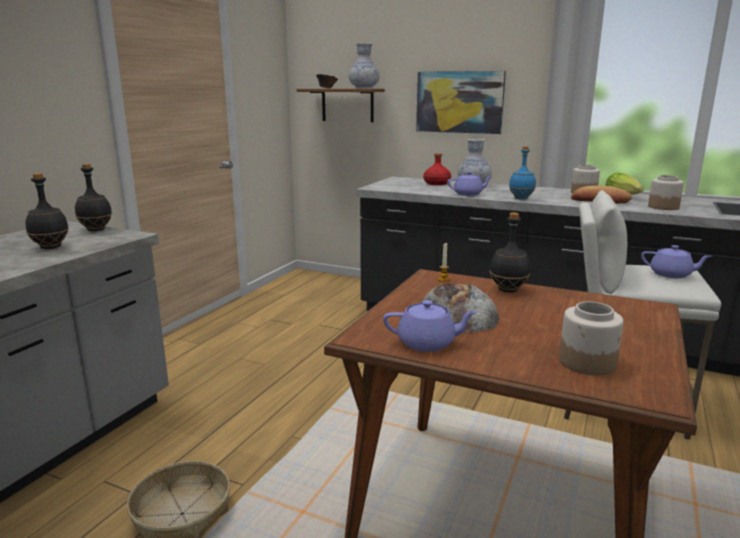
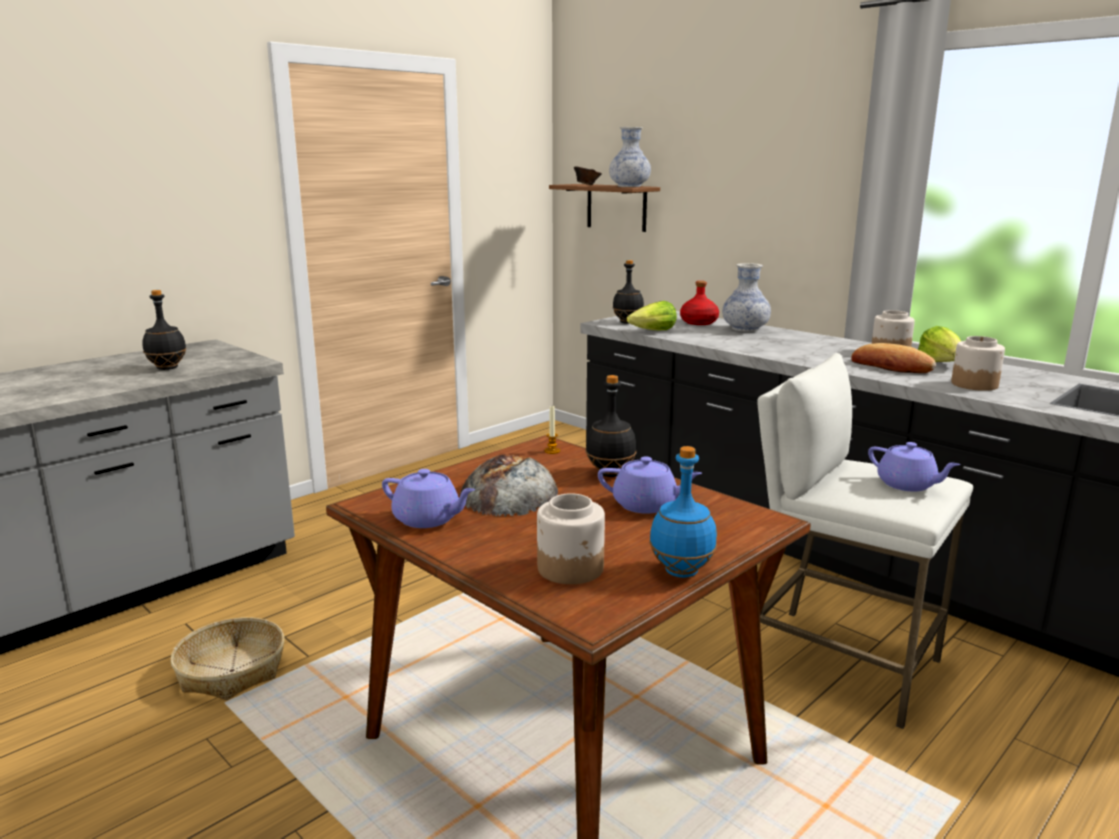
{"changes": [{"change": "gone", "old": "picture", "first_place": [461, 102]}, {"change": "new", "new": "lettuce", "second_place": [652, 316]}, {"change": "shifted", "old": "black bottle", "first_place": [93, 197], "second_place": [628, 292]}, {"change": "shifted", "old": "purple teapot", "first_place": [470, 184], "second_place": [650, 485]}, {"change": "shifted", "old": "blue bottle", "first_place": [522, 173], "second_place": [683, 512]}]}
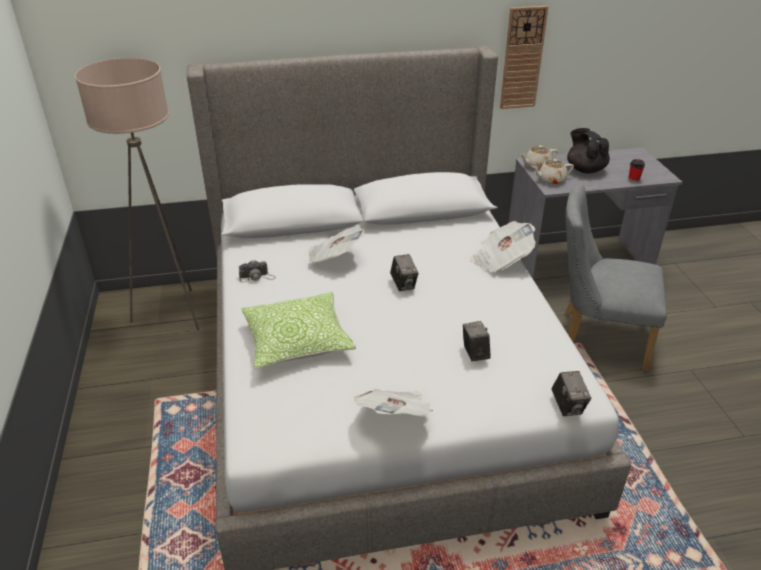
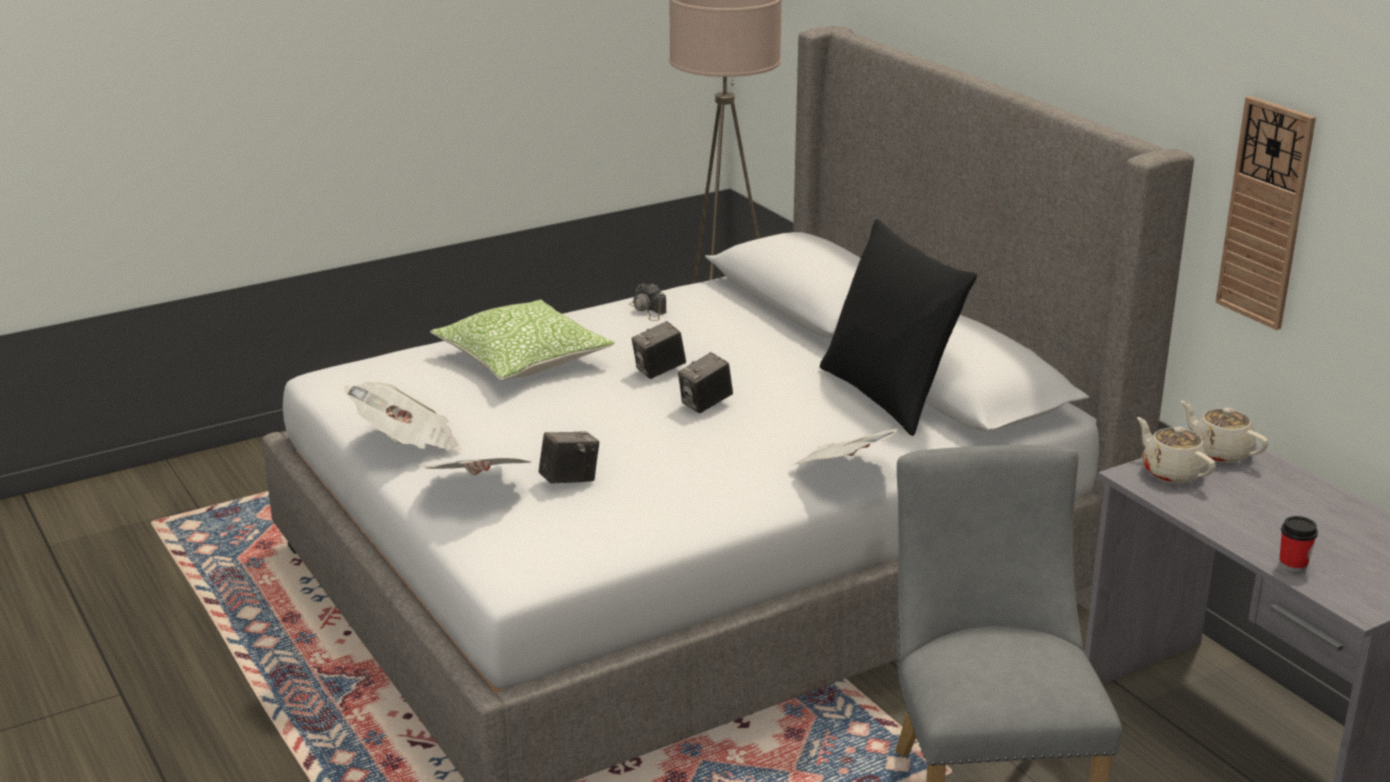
{"changes": [{"change": "gone", "old": "black teapot", "first_place": [588, 150]}, {"change": "new", "new": "black pillow", "second_place": [898, 327]}, {"change": "shifted", "old": "newspaper", "first_place": [336, 245], "second_place": [474, 466]}, {"change": "shifted", "old": "photo camera", "first_place": [571, 393], "second_place": [658, 350]}]}
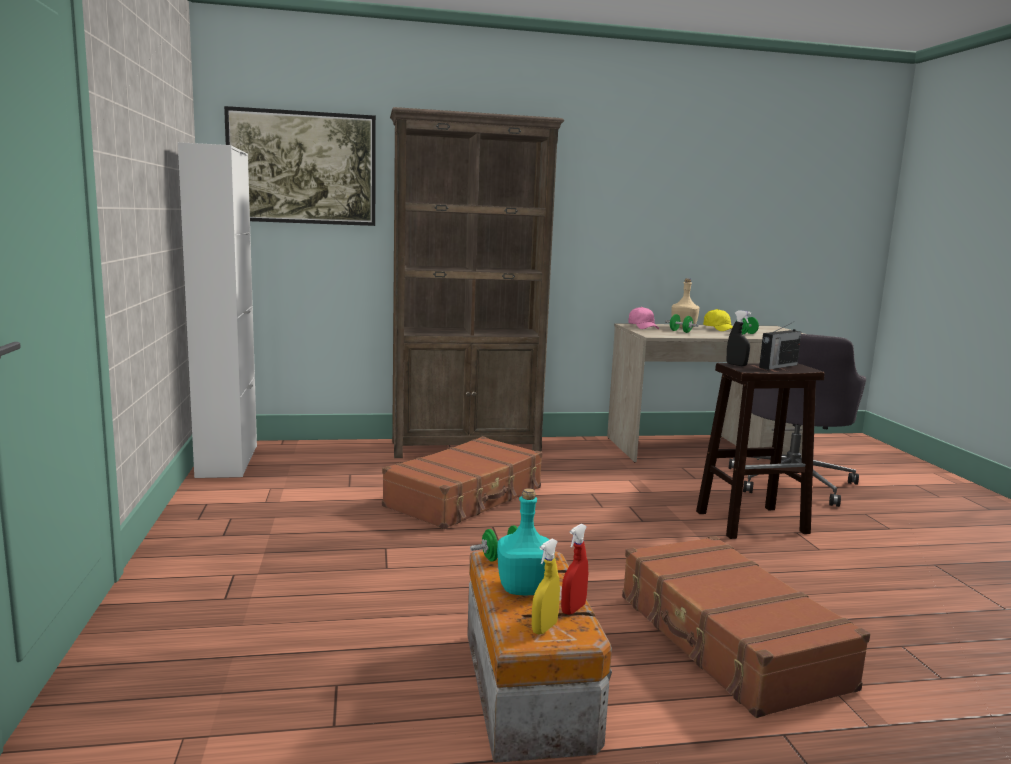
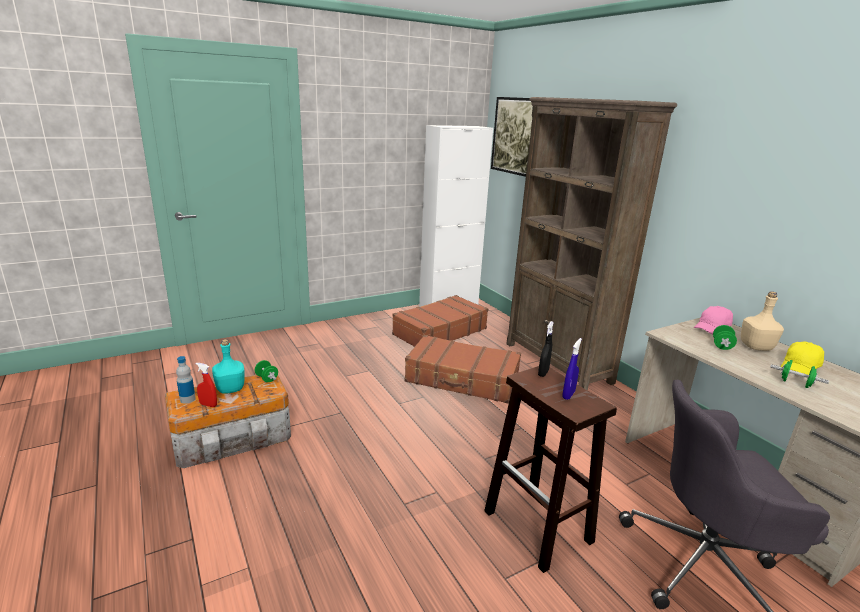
{"changes": [{"change": "shifted", "old": "brown suitcase", "first_place": [746, 627], "second_place": [440, 321]}, {"change": "swapped", "old": "yellow spray bottle", "new": "bottle", "first_place": [546, 587], "second_place": [186, 380]}, {"change": "swapped", "old": "radio", "new": "blue spray bottle", "first_place": [780, 345], "second_place": [572, 369]}]}
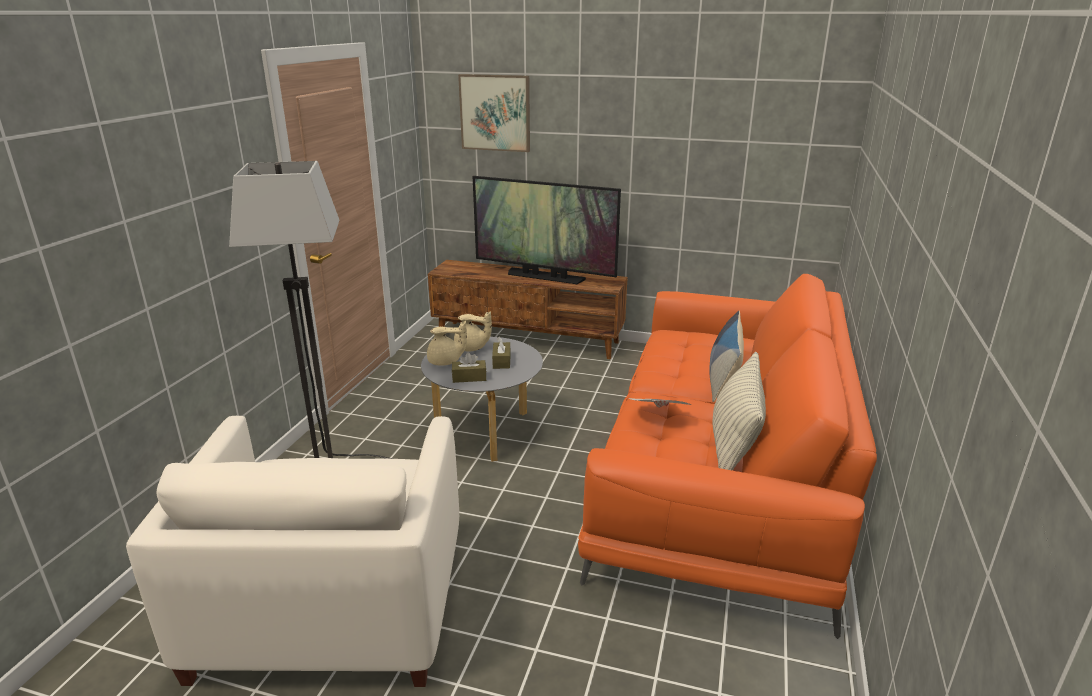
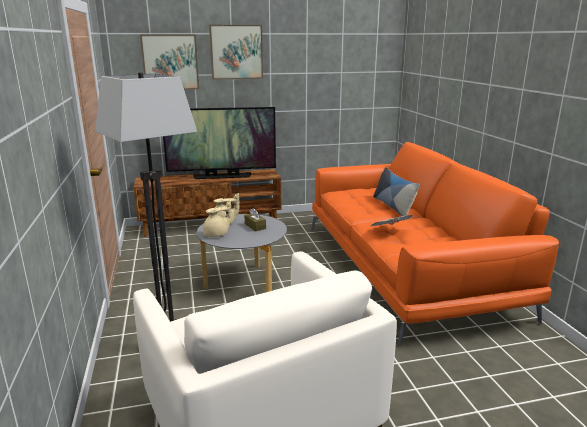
{"changes": [{"change": "gone", "old": "brown tissue box", "first_place": [469, 368]}, {"change": "gone", "old": "pillow", "first_place": [739, 411]}, {"change": "new", "new": "picture", "second_place": [236, 52]}]}
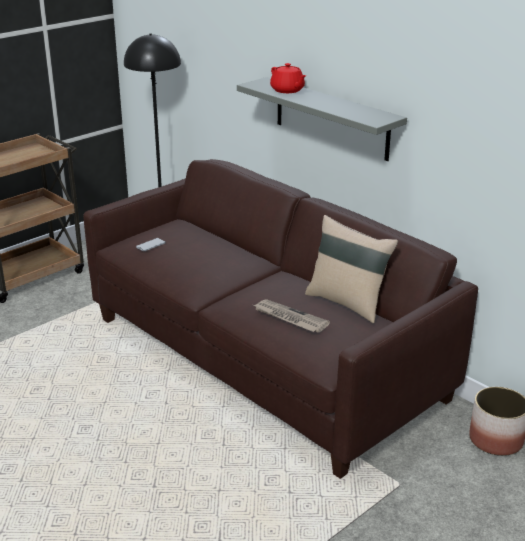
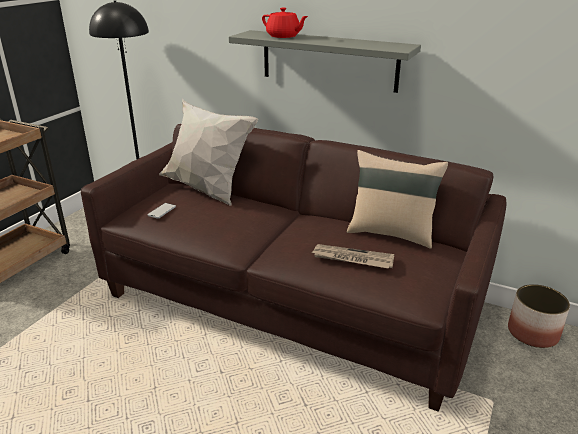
{"changes": [{"change": "new", "new": "white pillow", "second_place": [208, 152]}]}
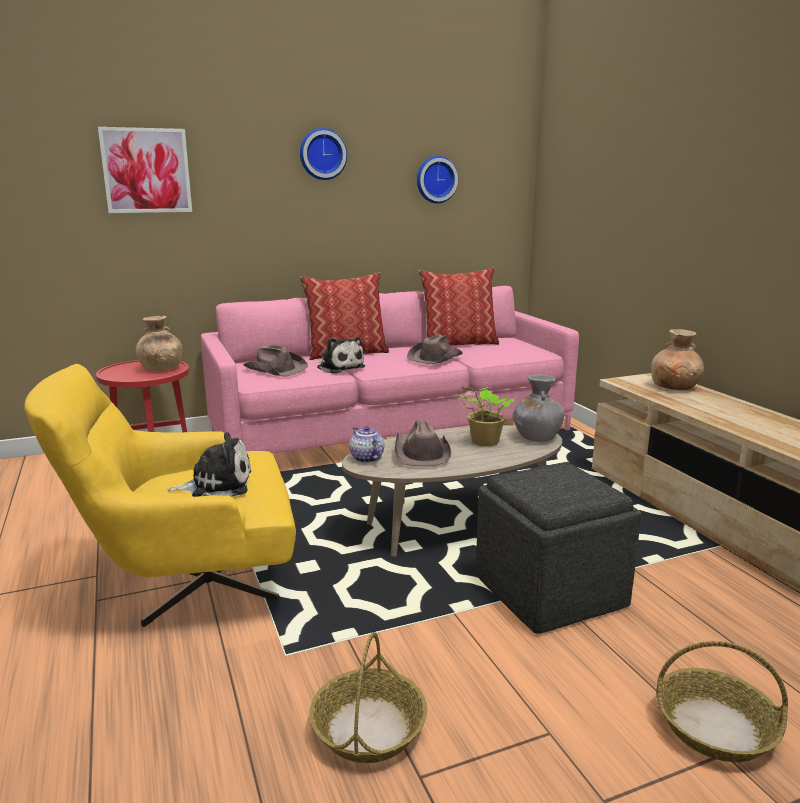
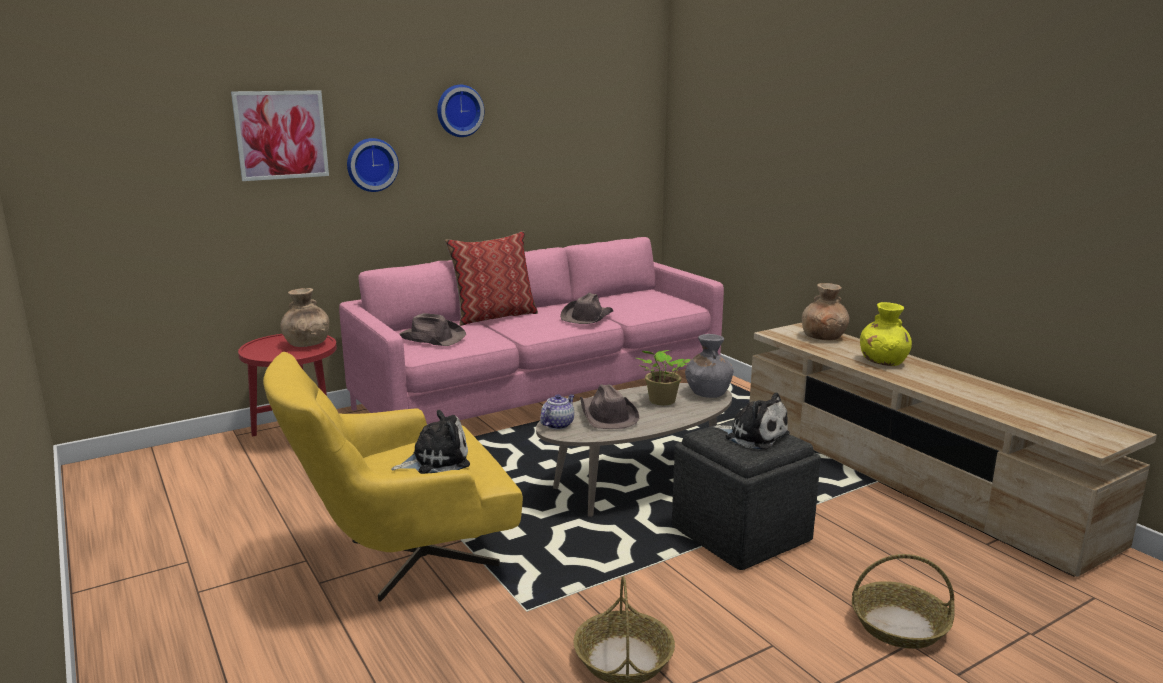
{"changes": [{"change": "gone", "old": "pillow", "first_place": [458, 307]}, {"change": "new", "new": "yellow vase", "second_place": [886, 334]}, {"change": "shifted", "old": "plush toy", "first_place": [341, 355], "second_place": [751, 421]}, {"change": "shifted", "old": "wall clock", "first_place": [437, 180], "second_place": [373, 165]}, {"change": "rotated", "old": "teapot", "first_place": [367, 444], "second_place": [557, 412], "degrees": 75}]}
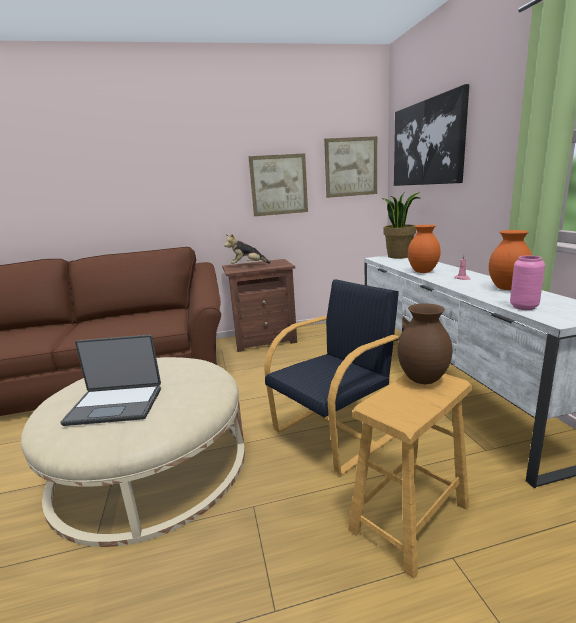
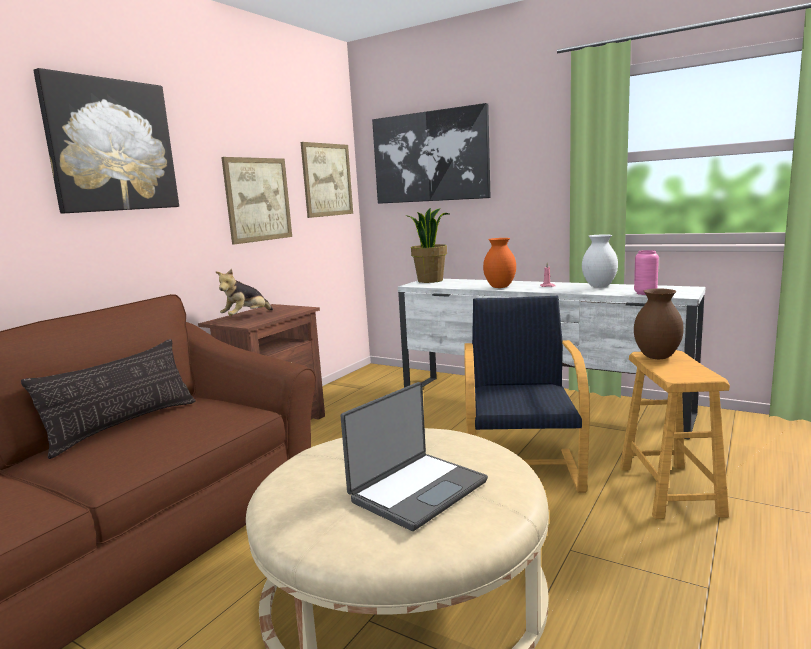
{"changes": [{"change": "new", "new": "pillow", "second_place": [108, 399]}, {"change": "new", "new": "picture", "second_place": [106, 141]}, {"change": "repainted", "old": "orange vase", "new": "white vase", "first_place": [510, 260], "second_place": [600, 260]}]}
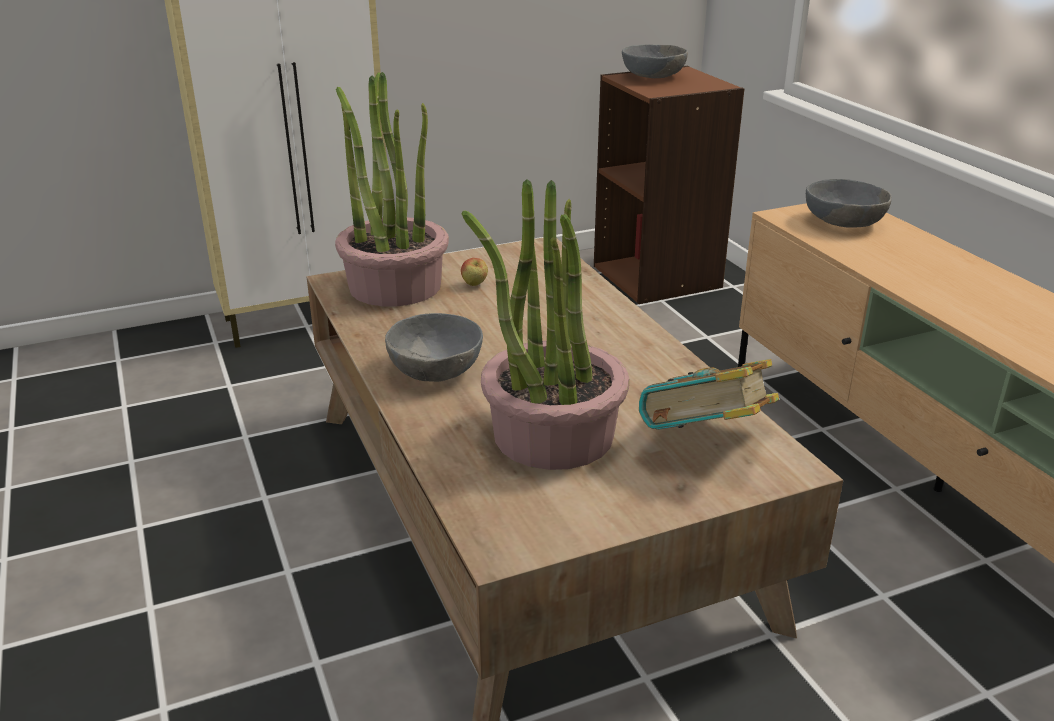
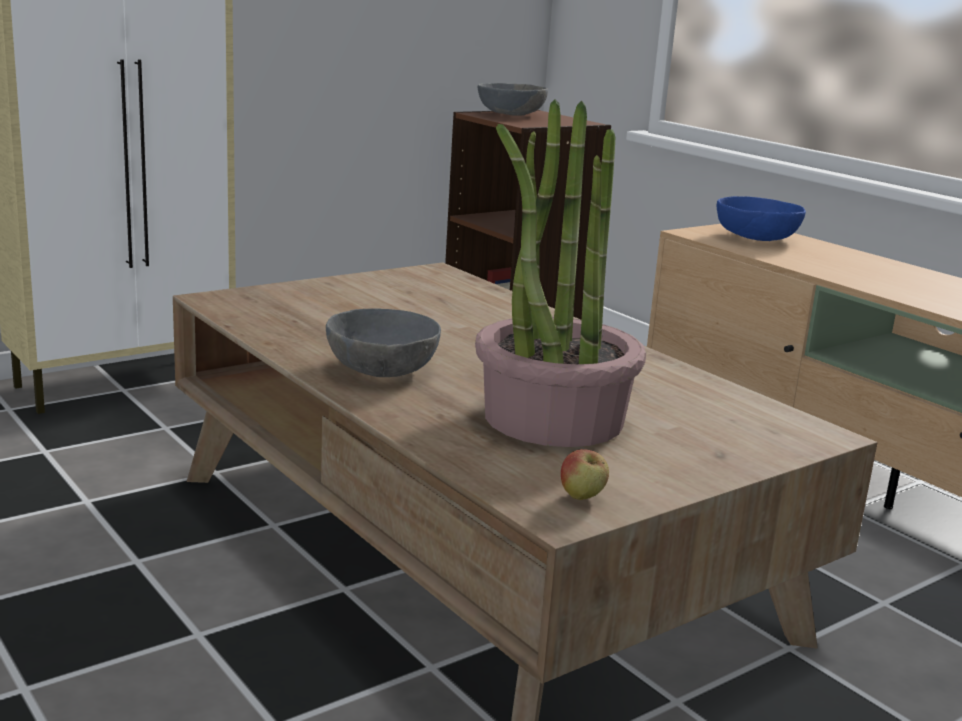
{"changes": [{"change": "gone", "old": "potted plant", "first_place": [392, 189]}, {"change": "gone", "old": "book", "first_place": [709, 394]}, {"change": "shifted", "old": "apple", "first_place": [474, 272], "second_place": [585, 474]}, {"change": "repainted", "old": "grey bowl", "new": "blue bowl", "first_place": [849, 203], "second_place": [761, 218]}]}
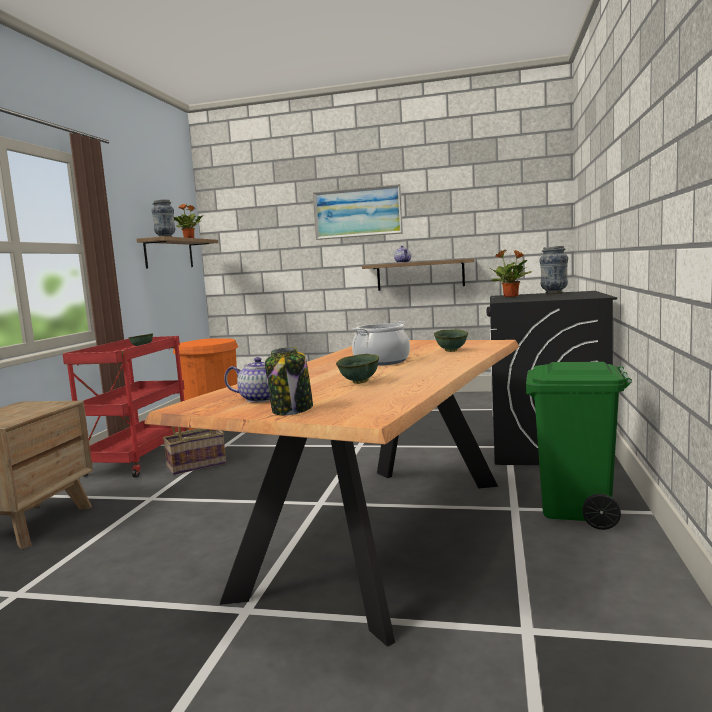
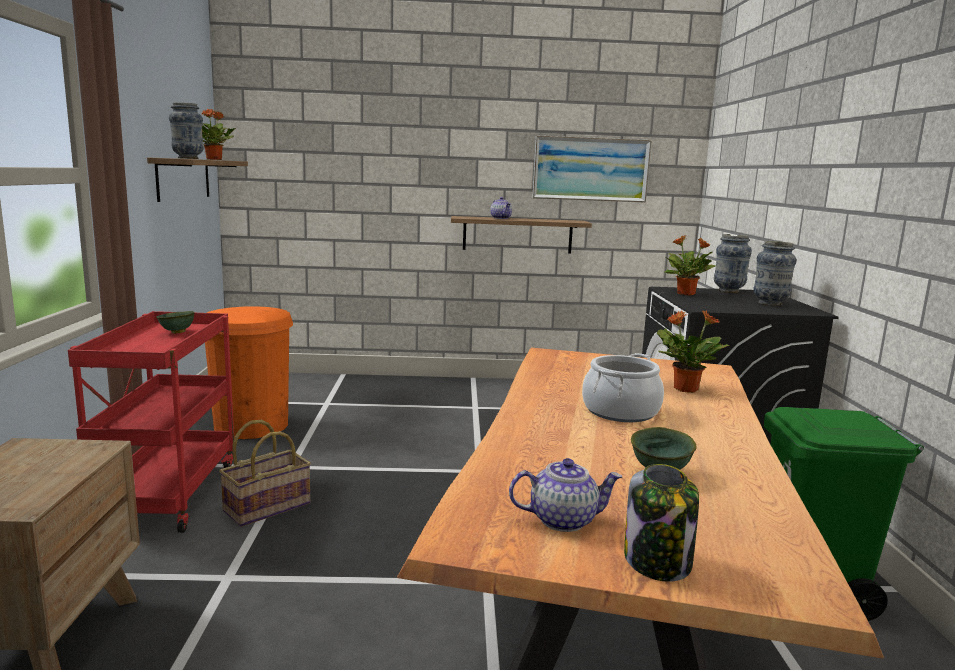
{"changes": [{"change": "new", "new": "vase", "second_place": [775, 273]}, {"change": "shifted", "old": "picture", "first_place": [358, 212], "second_place": [592, 169]}, {"change": "swapped", "old": "green bowl", "new": "potted plant", "first_place": [451, 340], "second_place": [693, 351]}]}
